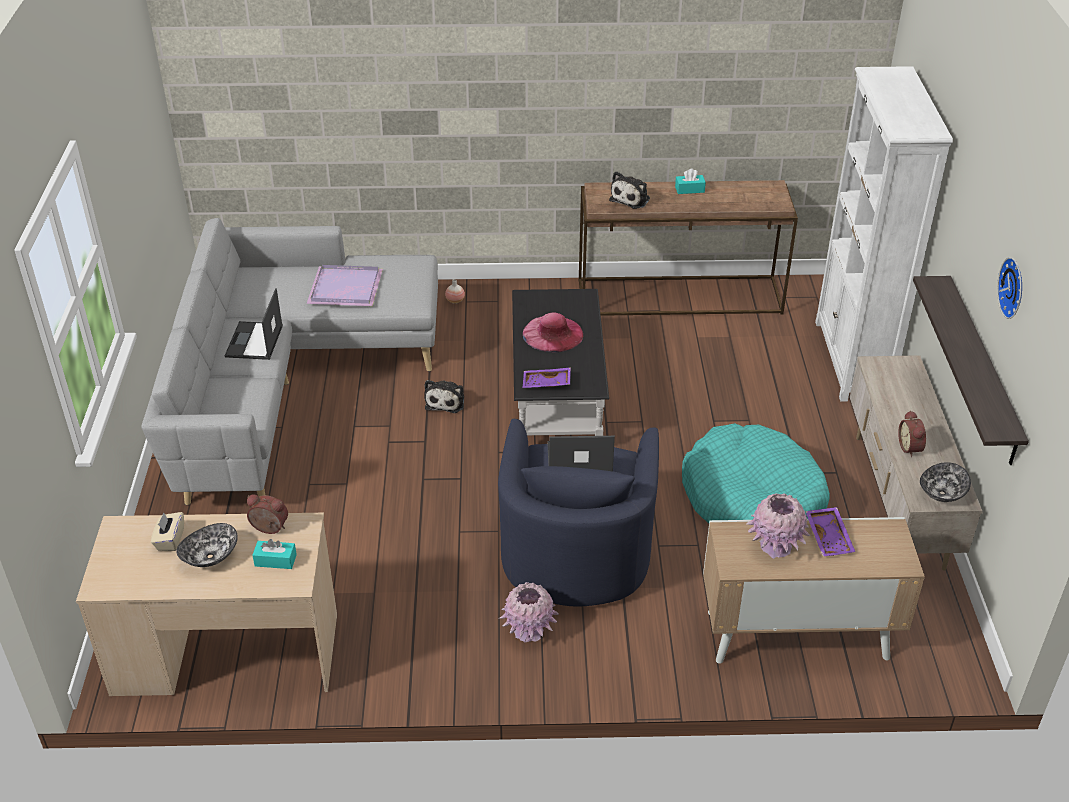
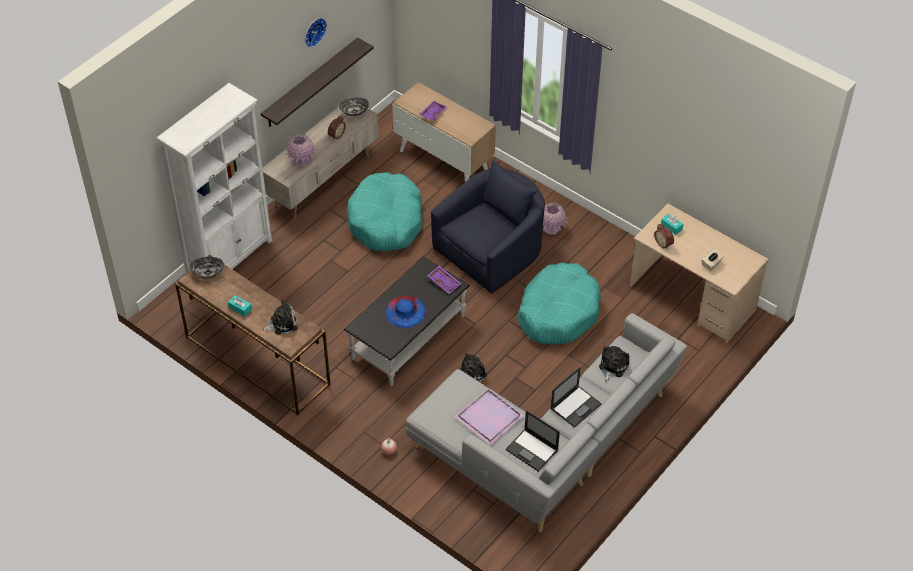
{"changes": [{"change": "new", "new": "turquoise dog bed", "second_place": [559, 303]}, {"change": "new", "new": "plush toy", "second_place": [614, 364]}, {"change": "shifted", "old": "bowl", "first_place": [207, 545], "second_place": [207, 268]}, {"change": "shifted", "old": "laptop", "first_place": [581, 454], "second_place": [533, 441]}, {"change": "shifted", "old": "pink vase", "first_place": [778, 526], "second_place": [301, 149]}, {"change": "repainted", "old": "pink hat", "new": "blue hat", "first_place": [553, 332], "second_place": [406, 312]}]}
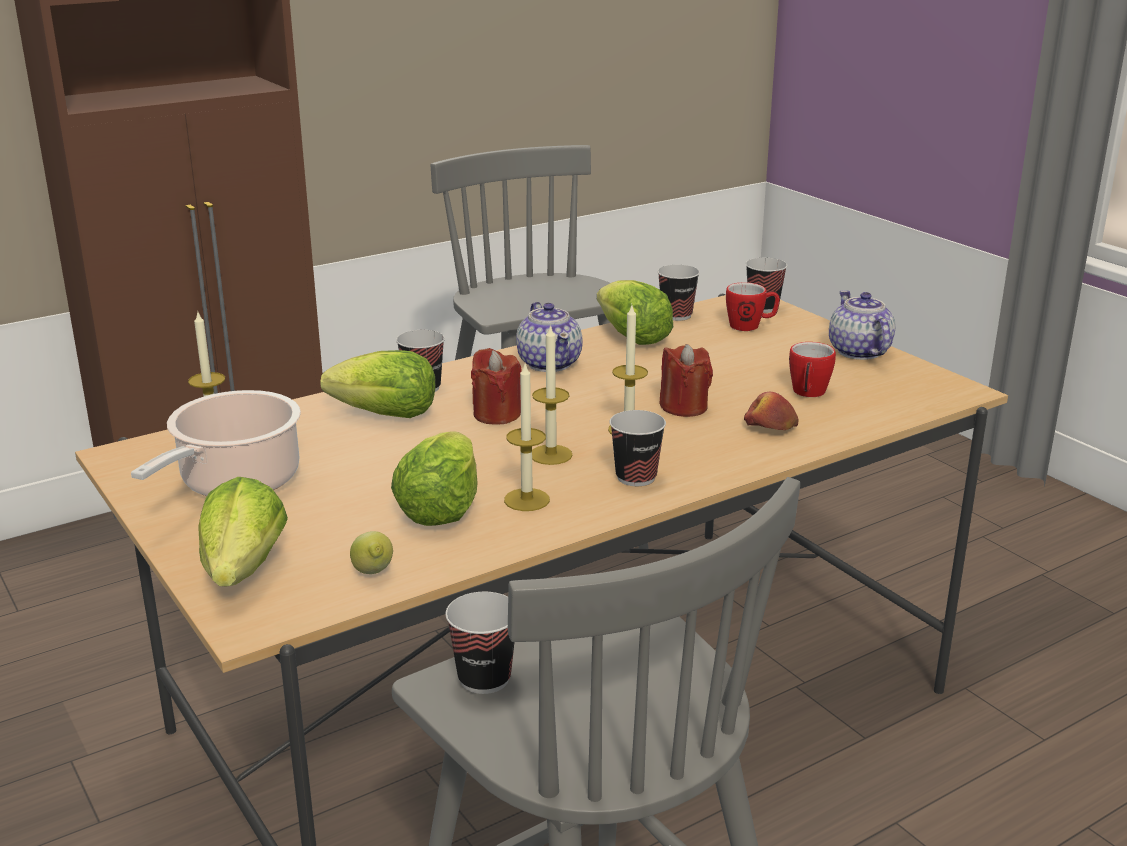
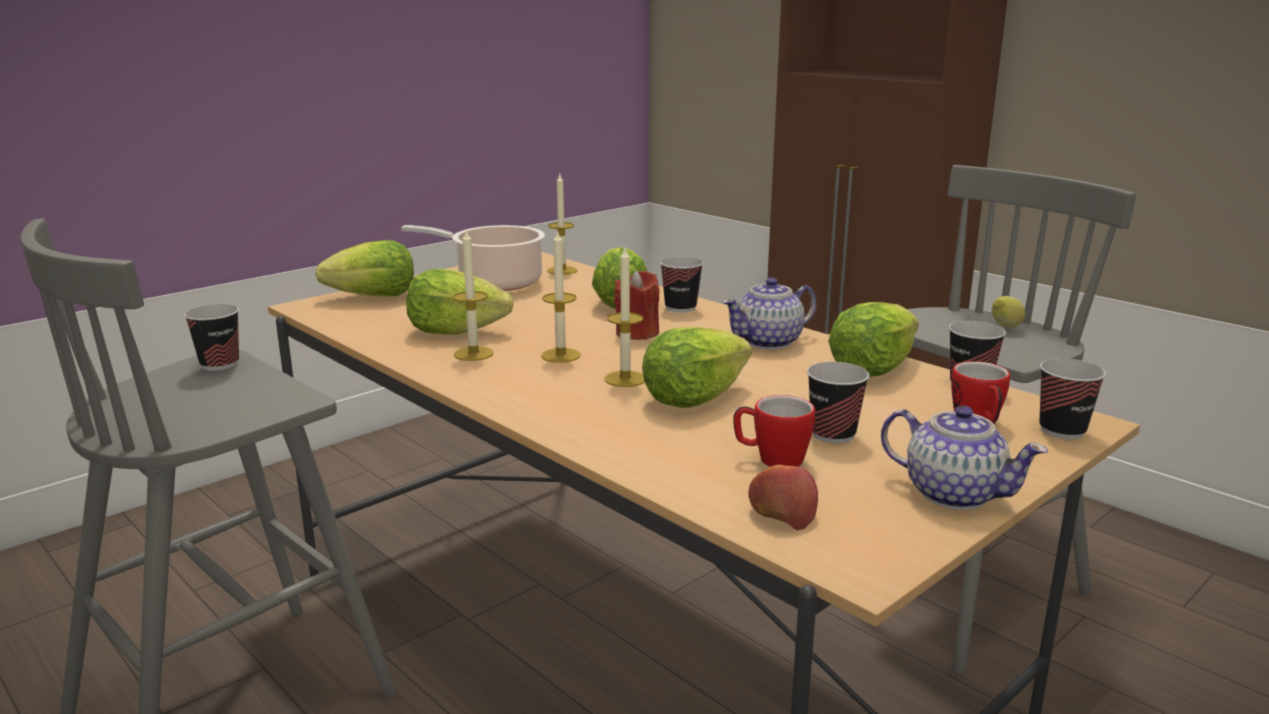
{"changes": [{"change": "shifted", "old": "lemon", "first_place": [371, 552], "second_place": [1009, 312]}, {"change": "shifted", "old": "cup", "first_place": [638, 448], "second_place": [838, 402]}, {"change": "shifted", "old": "apple", "first_place": [771, 411], "second_place": [783, 498]}, {"change": "swapped", "old": "red candle", "new": "lettuce", "first_place": [686, 380], "second_place": [697, 367]}, {"change": "rotated", "old": "teapot", "first_place": [862, 325], "second_place": [964, 458], "degrees": 60}]}
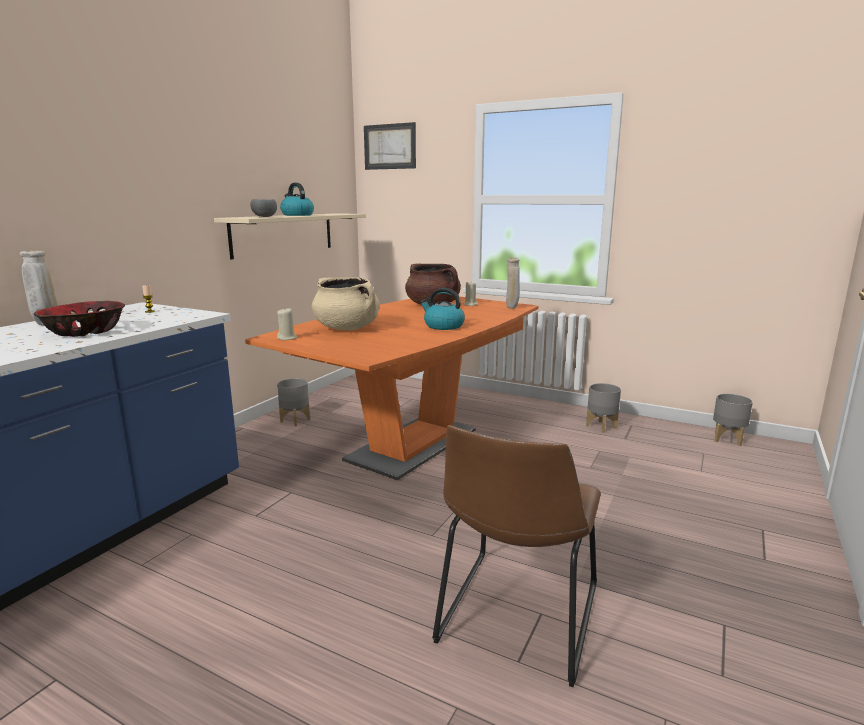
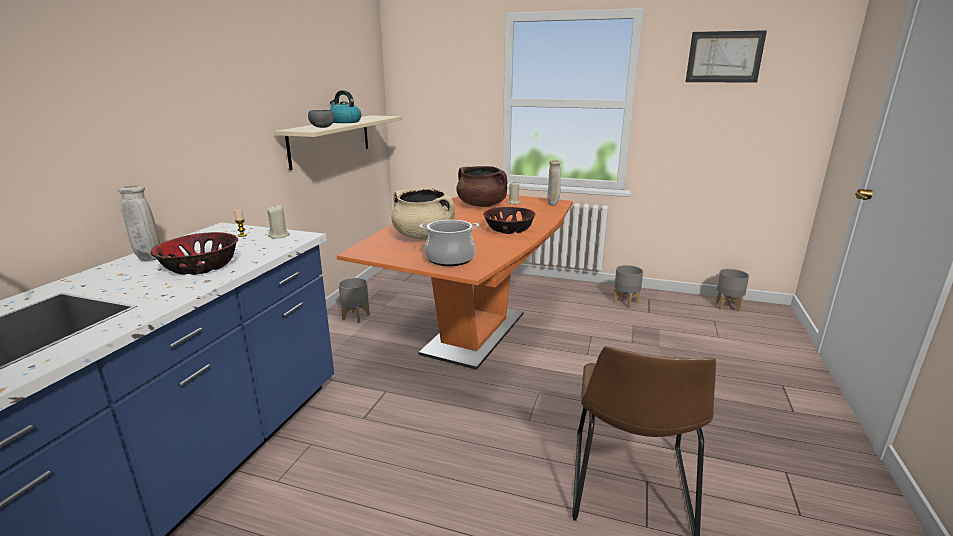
{"changes": [{"change": "new", "new": "cooking pot", "second_place": [450, 243]}, {"change": "shifted", "old": "beige candle", "first_place": [287, 324], "second_place": [278, 222]}, {"change": "shifted", "old": "picture", "first_place": [390, 146], "second_place": [726, 56]}, {"change": "swapped", "old": "kettle", "new": "bowl", "first_place": [442, 309], "second_place": [509, 220]}]}
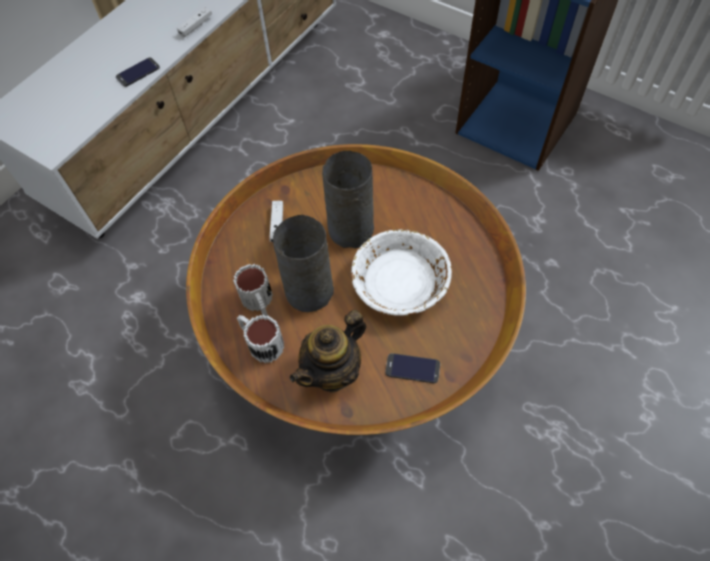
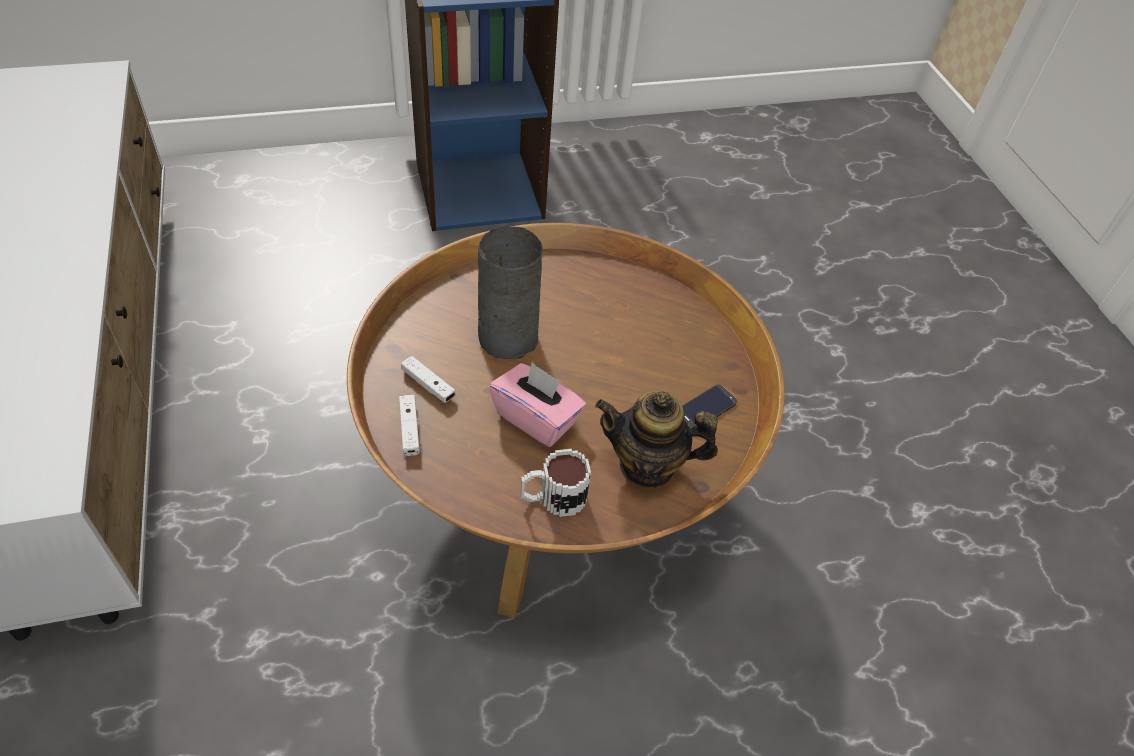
{"changes": [{"change": "gone", "old": "phone", "first_place": [138, 72]}, {"change": "gone", "old": "mug", "first_place": [253, 290]}, {"change": "gone", "old": "white bowl", "first_place": [401, 272]}, {"change": "shifted", "old": "white game controller", "first_place": [194, 22], "second_place": [409, 425]}, {"change": "swapped", "old": "grey vase", "new": "pink tissue box", "first_place": [303, 263], "second_place": [537, 404]}, {"change": "rotated", "old": "teapot", "first_place": [328, 351], "second_place": [656, 439], "degrees": 105}]}
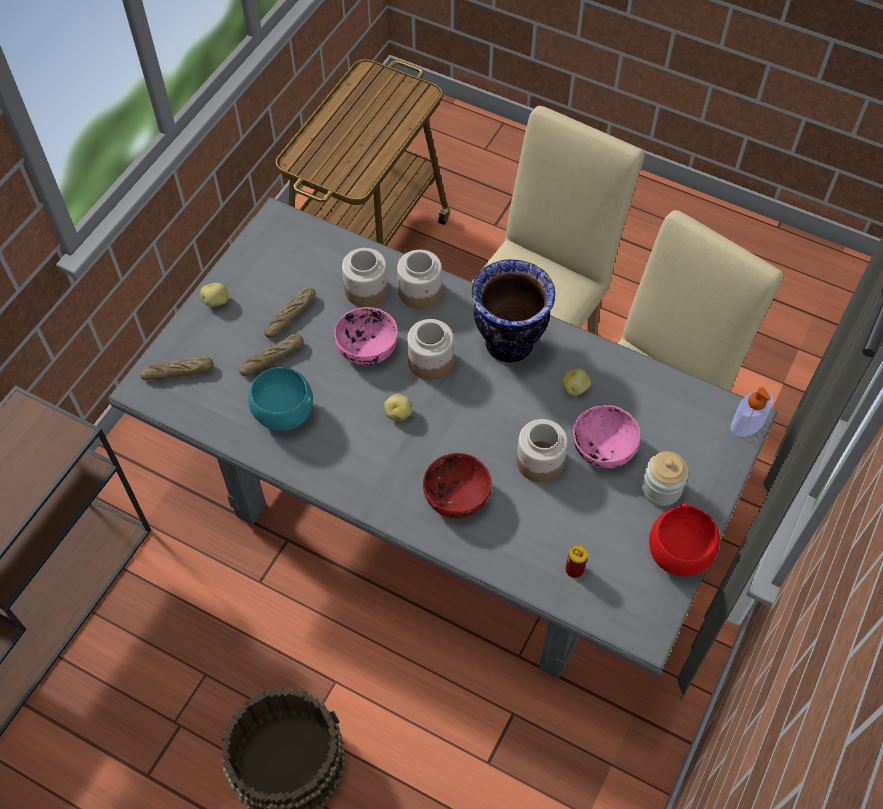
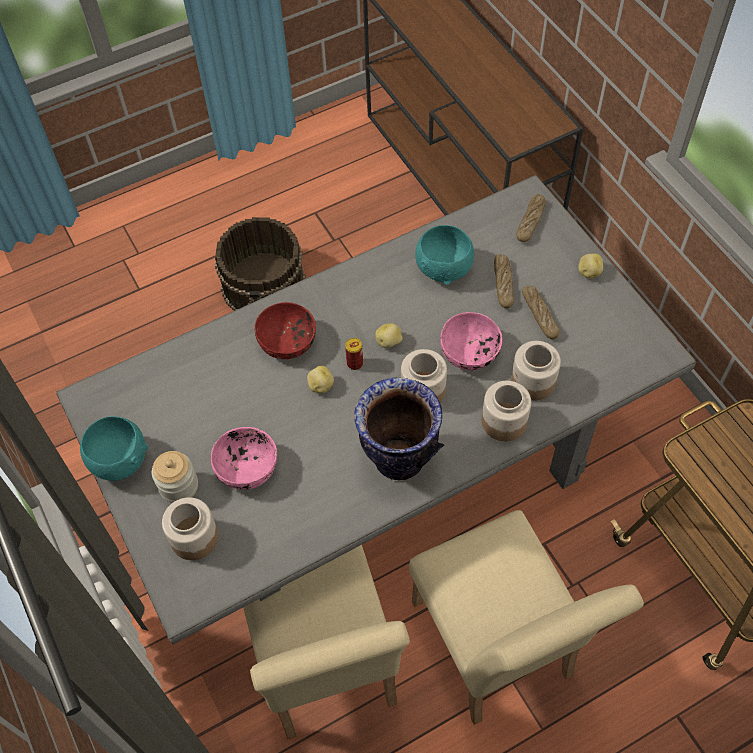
{"changes": [{"change": "gone", "old": "soap dispenser", "first_place": [752, 412]}, {"change": "shifted", "old": "jar", "first_place": [542, 450], "second_place": [190, 528]}, {"change": "shifted", "old": "potato", "first_place": [576, 382], "second_place": [320, 379]}, {"change": "shifted", "old": "can", "first_place": [576, 561], "second_place": [354, 354]}, {"change": "repainted", "old": "red bowl", "new": "turquoise bowl", "first_place": [684, 539], "second_place": [114, 448]}]}
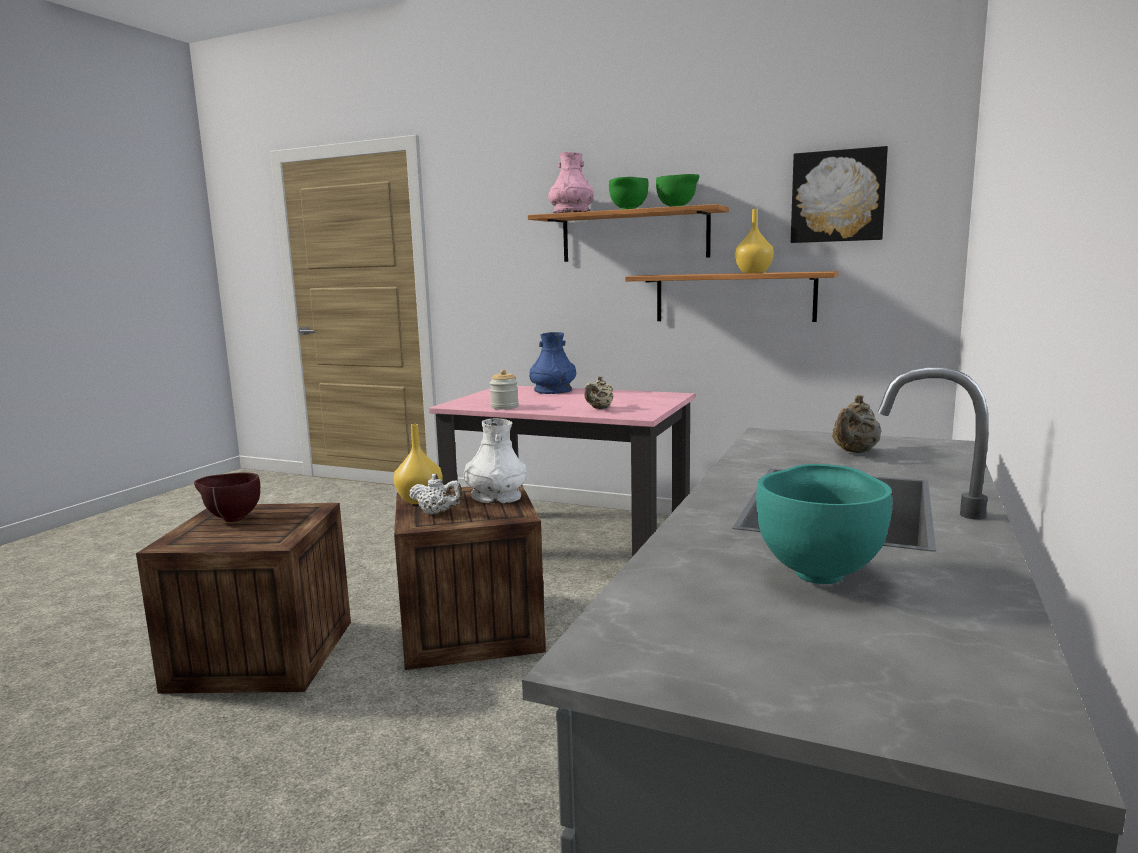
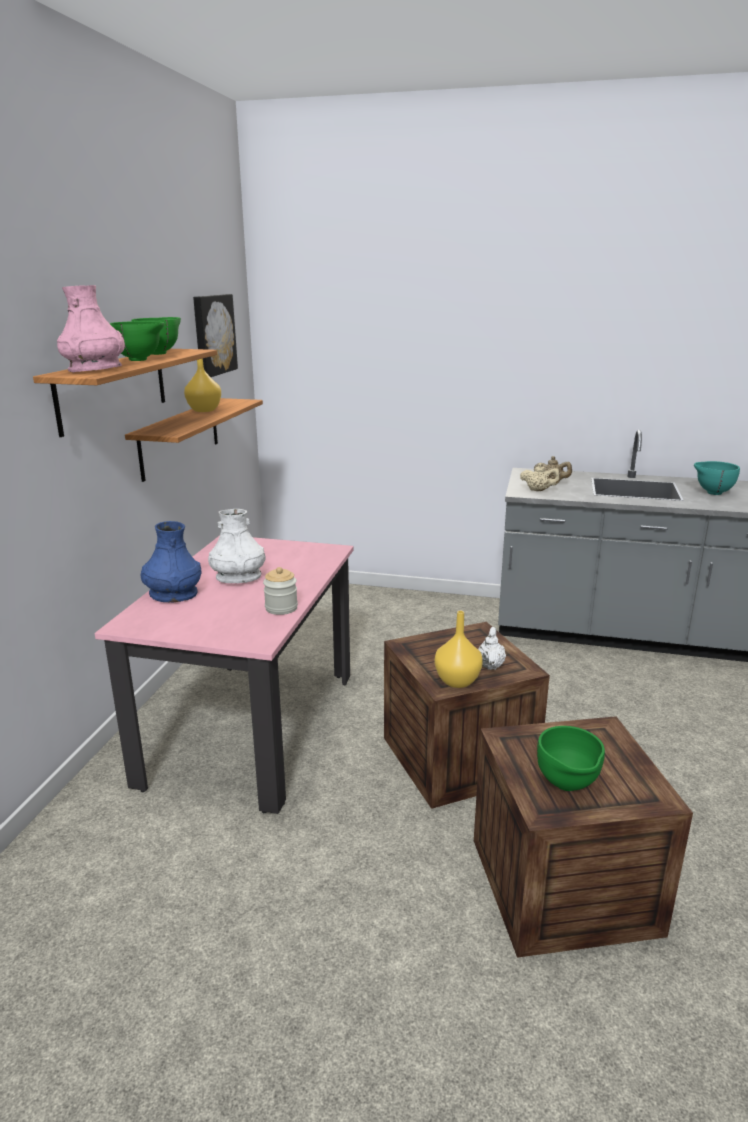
{"changes": [{"change": "shifted", "old": "white vase", "first_place": [495, 461], "second_place": [236, 546]}, {"change": "shifted", "old": "beige teapot", "first_place": [599, 392], "second_place": [540, 477]}, {"change": "repainted", "old": "brown bowl", "new": "green bowl", "first_place": [227, 497], "second_place": [571, 758]}]}
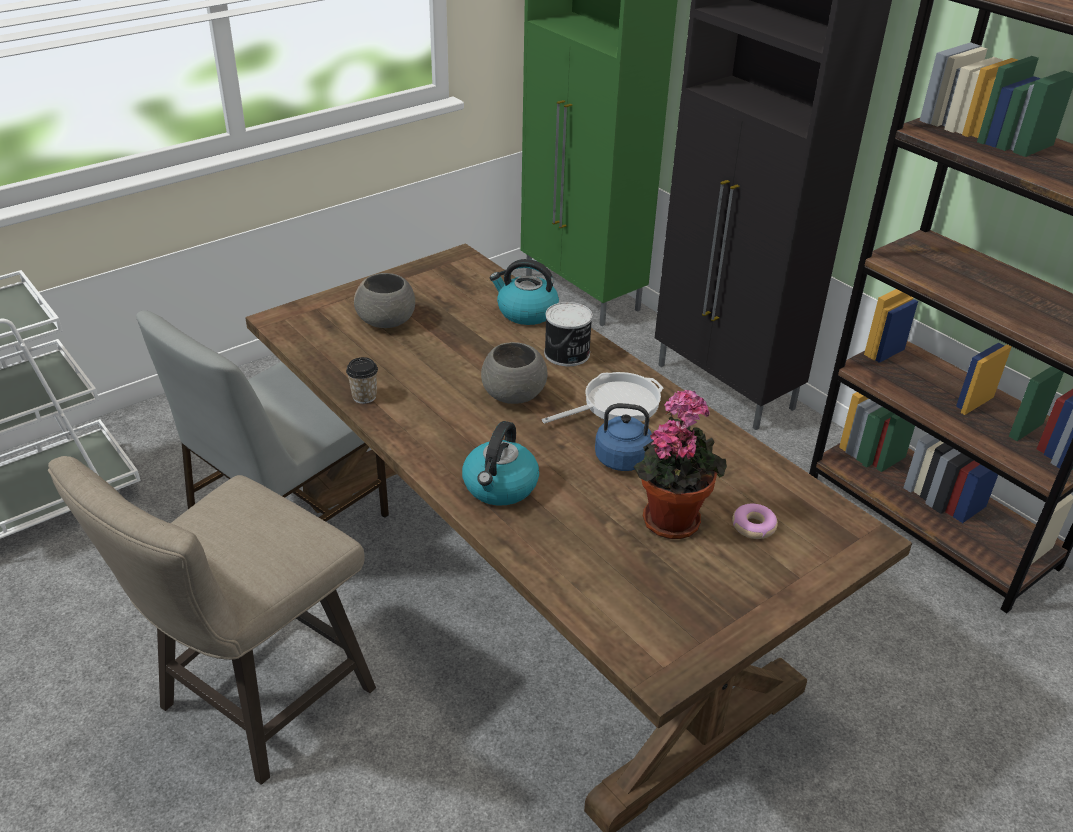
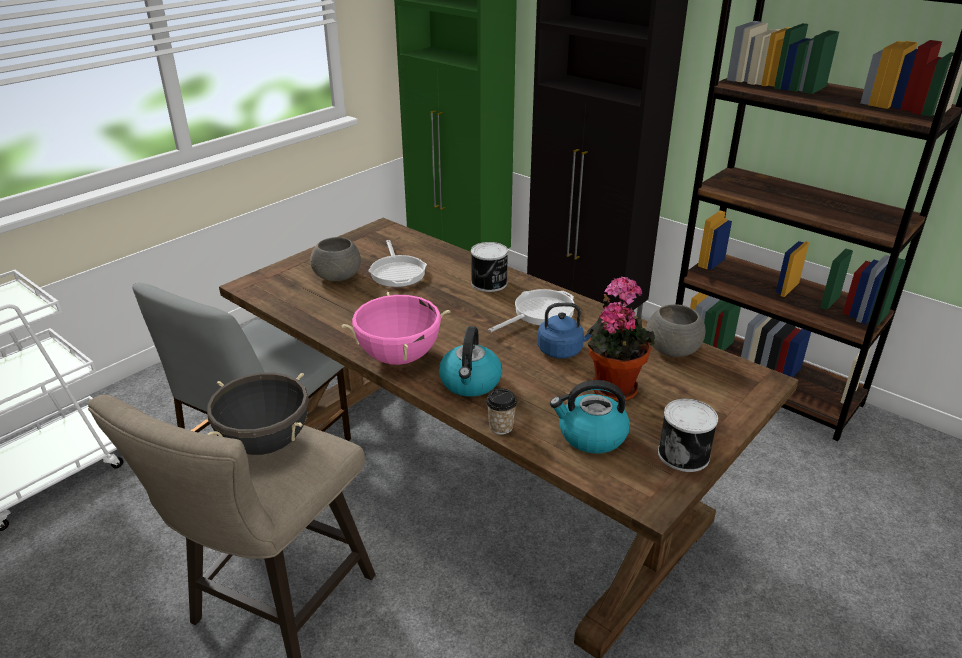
{"changes": [{"change": "gone", "old": "donut", "first_place": [755, 521]}, {"change": "new", "new": "black cooking pot", "second_place": [258, 414]}, {"change": "new", "new": "pink cooking pot", "second_place": [395, 328]}, {"change": "new", "new": "frying pan", "second_place": [397, 263]}, {"change": "new", "new": "can", "second_place": [688, 435]}, {"change": "shifted", "old": "cup", "first_place": [362, 380], "second_place": [501, 412]}, {"change": "shifted", "old": "grey bowl", "first_place": [514, 373], "second_place": [676, 330]}, {"change": "shifted", "old": "kettle", "first_place": [524, 292], "second_place": [590, 417]}]}
